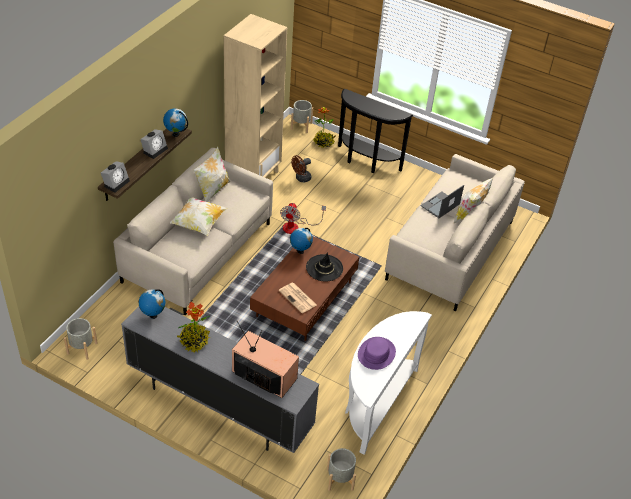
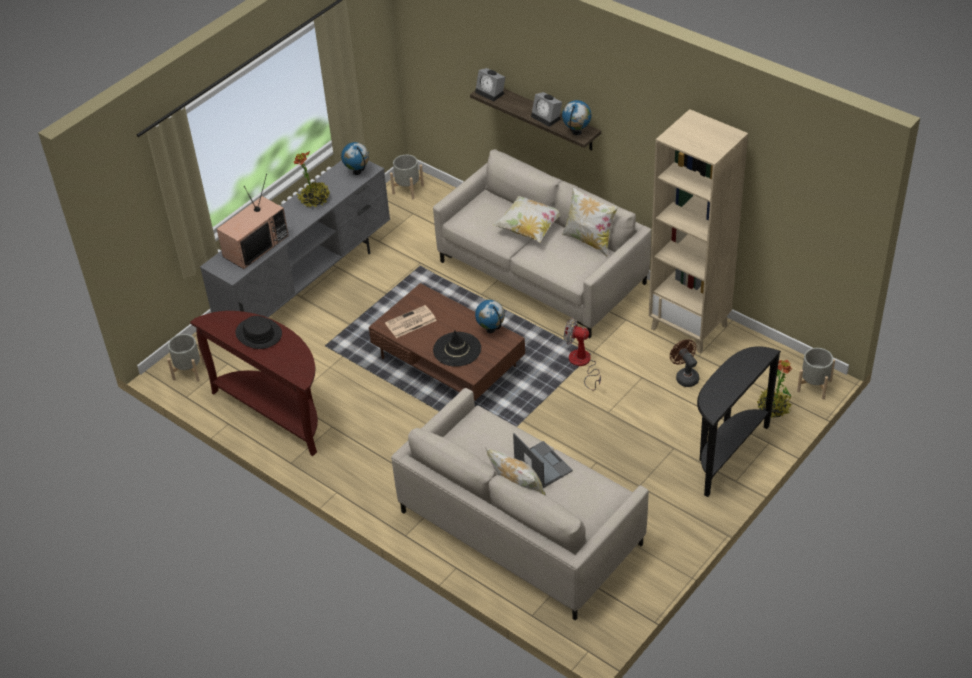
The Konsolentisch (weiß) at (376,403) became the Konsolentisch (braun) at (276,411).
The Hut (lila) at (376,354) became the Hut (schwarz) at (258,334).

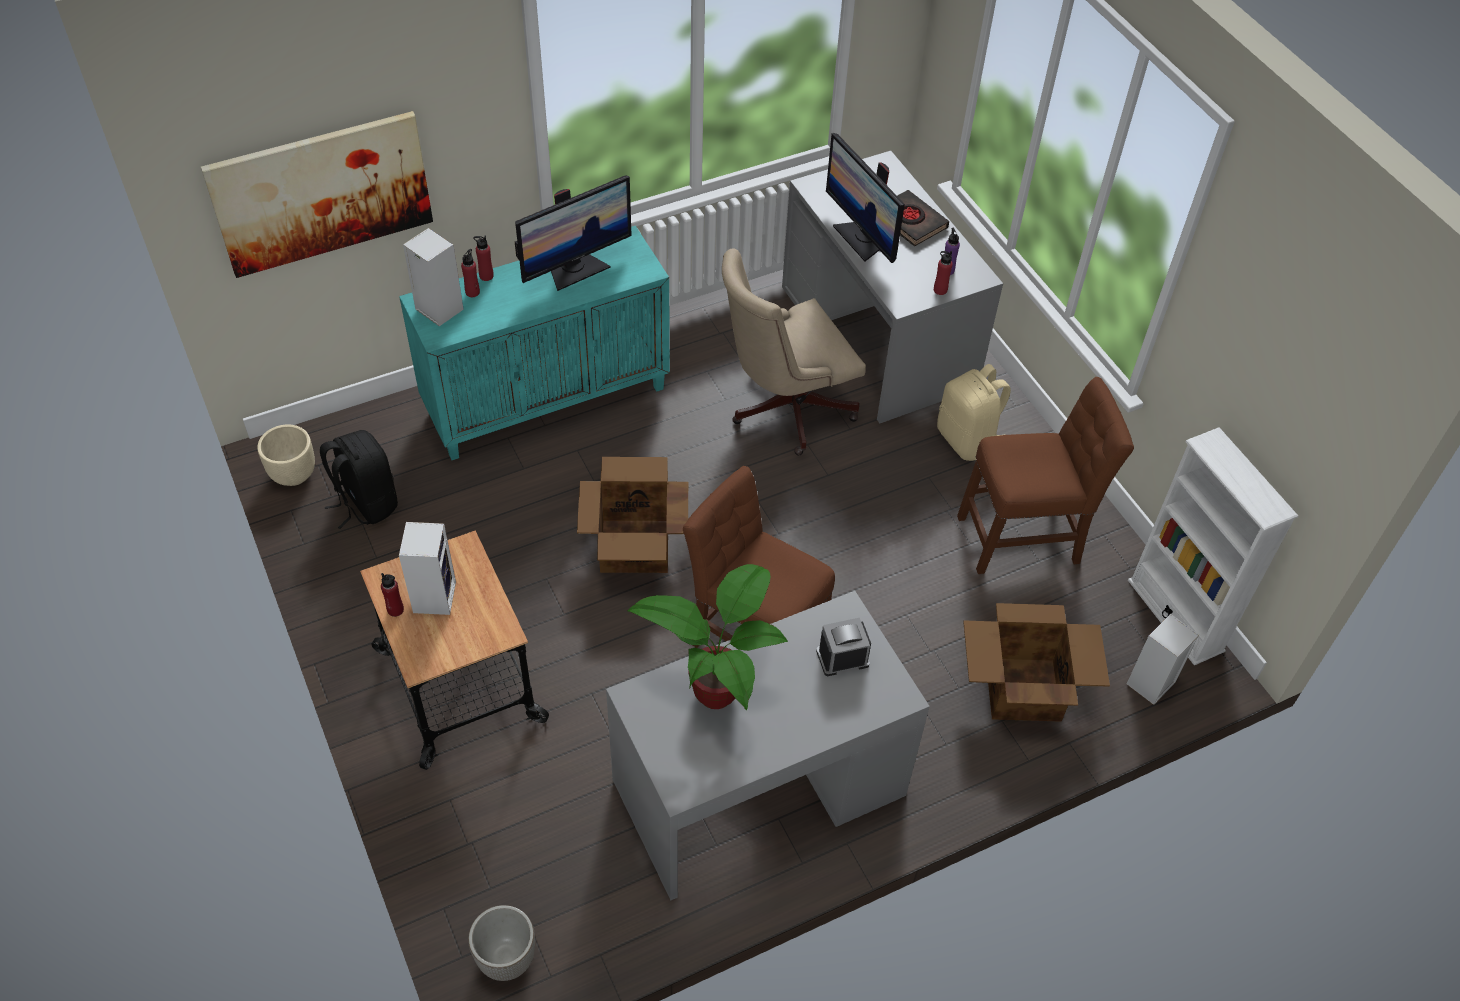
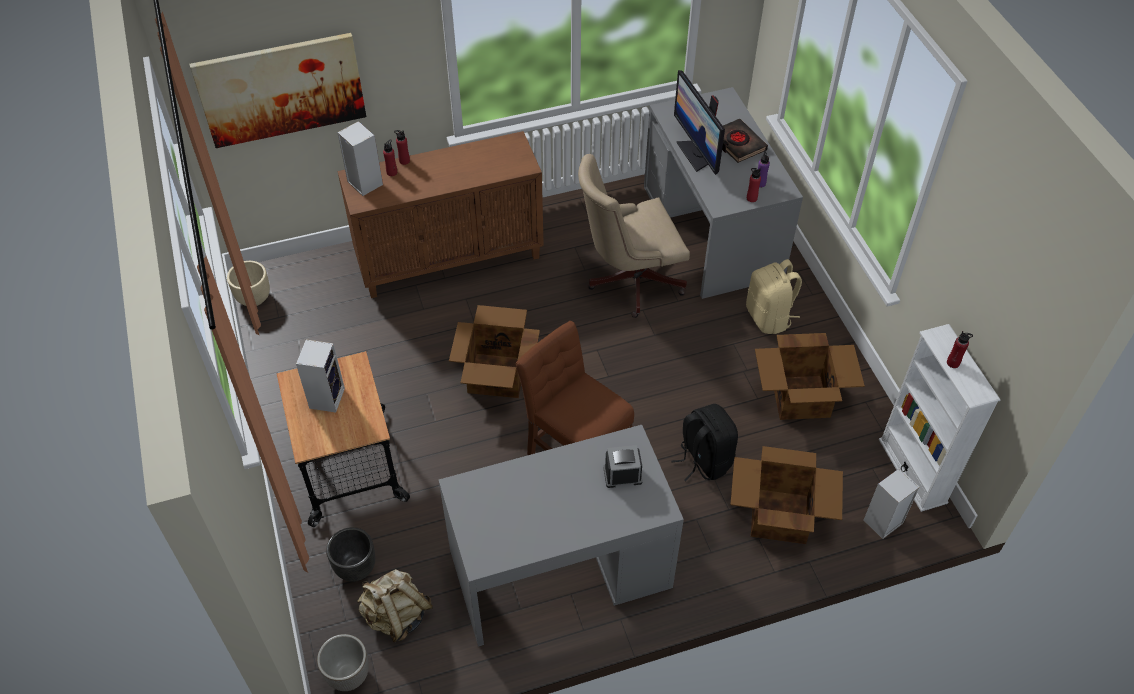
The Pflanzkübel (schwarz) at (355,567) appeared.
The Schrank (türkis) at (548,399) became the Schrank (braun) at (450,258).
The Rucksack (beige) at (396,616) appeared.
The Rucksack (schwarz) moved from (365,503) to (703,460).
The Stuhl (braun) at (1025,537) was replaced by the Karton at (801,397).
The Flasche (rot) moved from (395,610) to (953,363).
The Monitor at (575,270) disappeared.
The Topfpflanze at (717,688) disappeared.

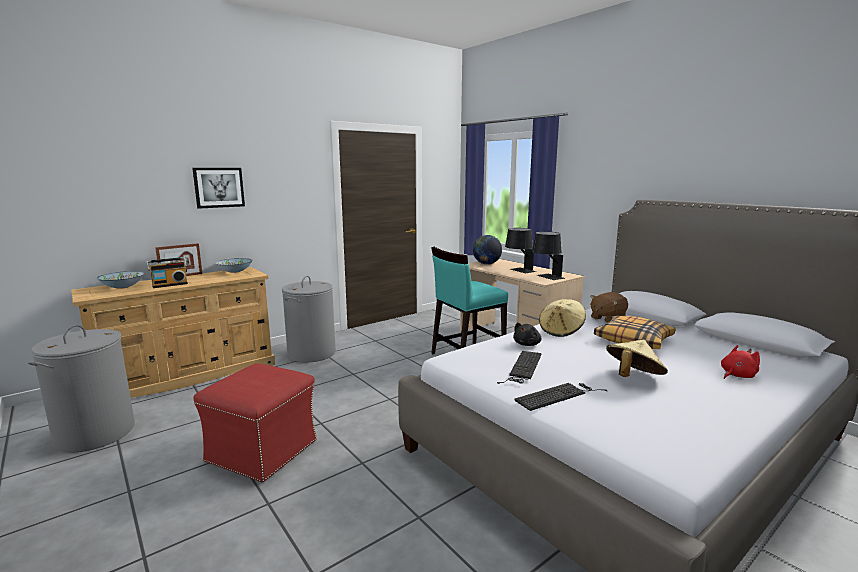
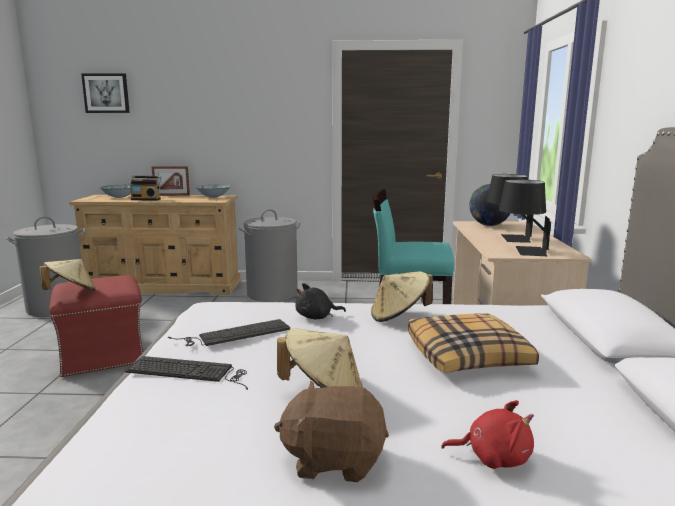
The Hut (beige) at (71,292) appeared.
The Bild moved from (219,187) to (106,93).
The Plüschtier (braun) moved from (607,318) to (334,459).

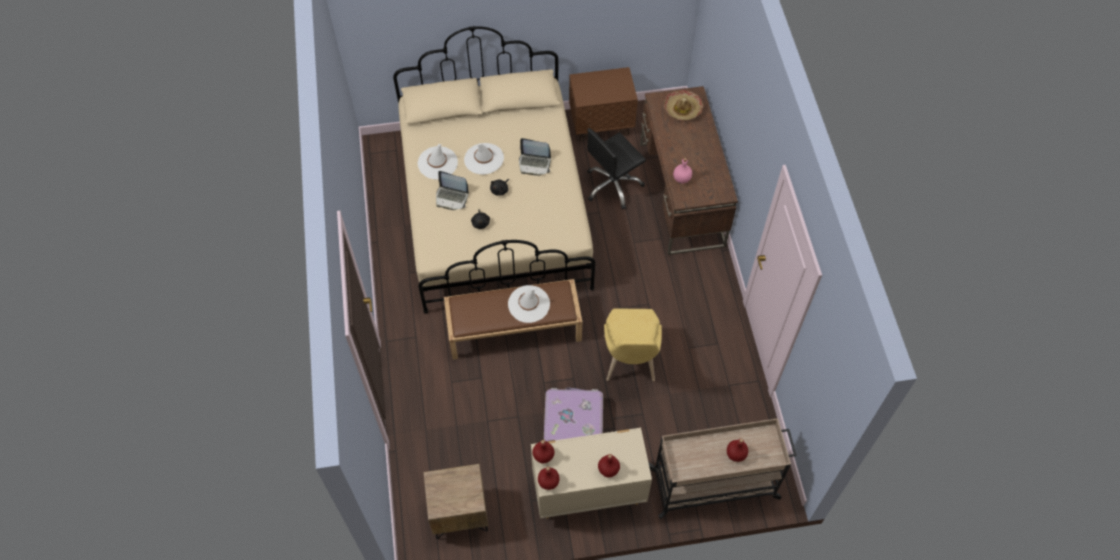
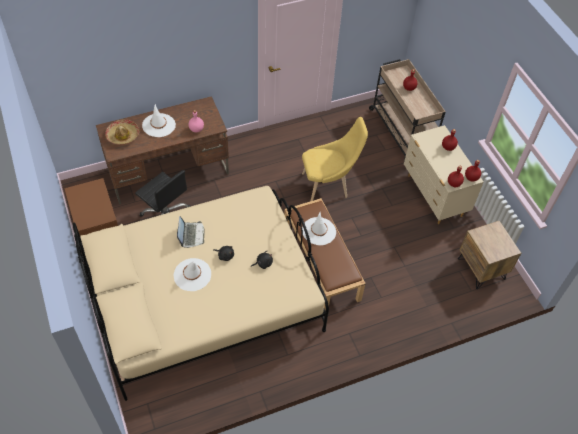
The Hut (weiß) moved from (437,163) to (159,125).
The Laptop at (451,197) disappeared.
The Koffer at (573,423) disappeared.

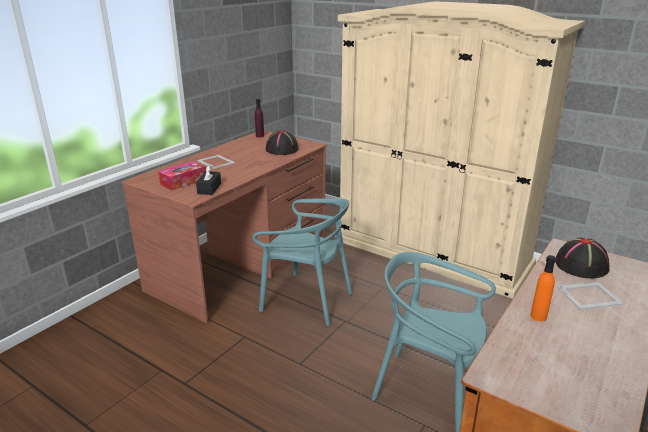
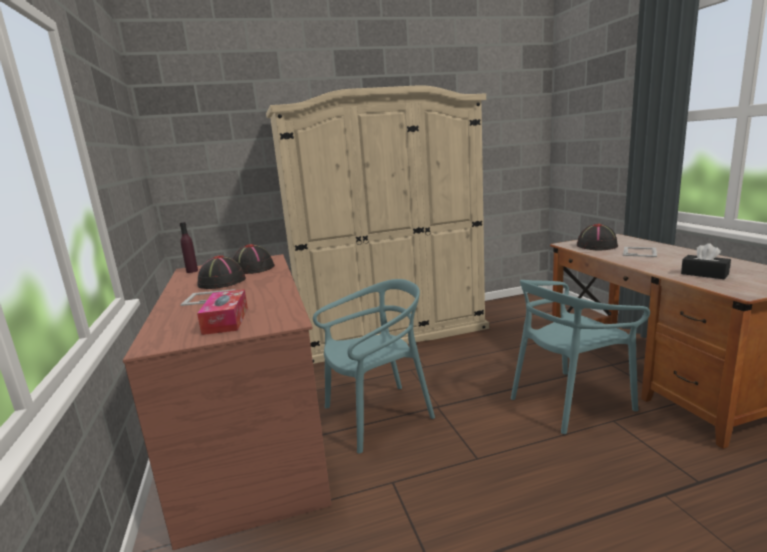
The Hut (schwarz) at (221,282) appeared.
The Taschentuchbox (schwarz) moved from (209,188) to (704,274).
The Flasche (orange) at (538,316) disappeared.

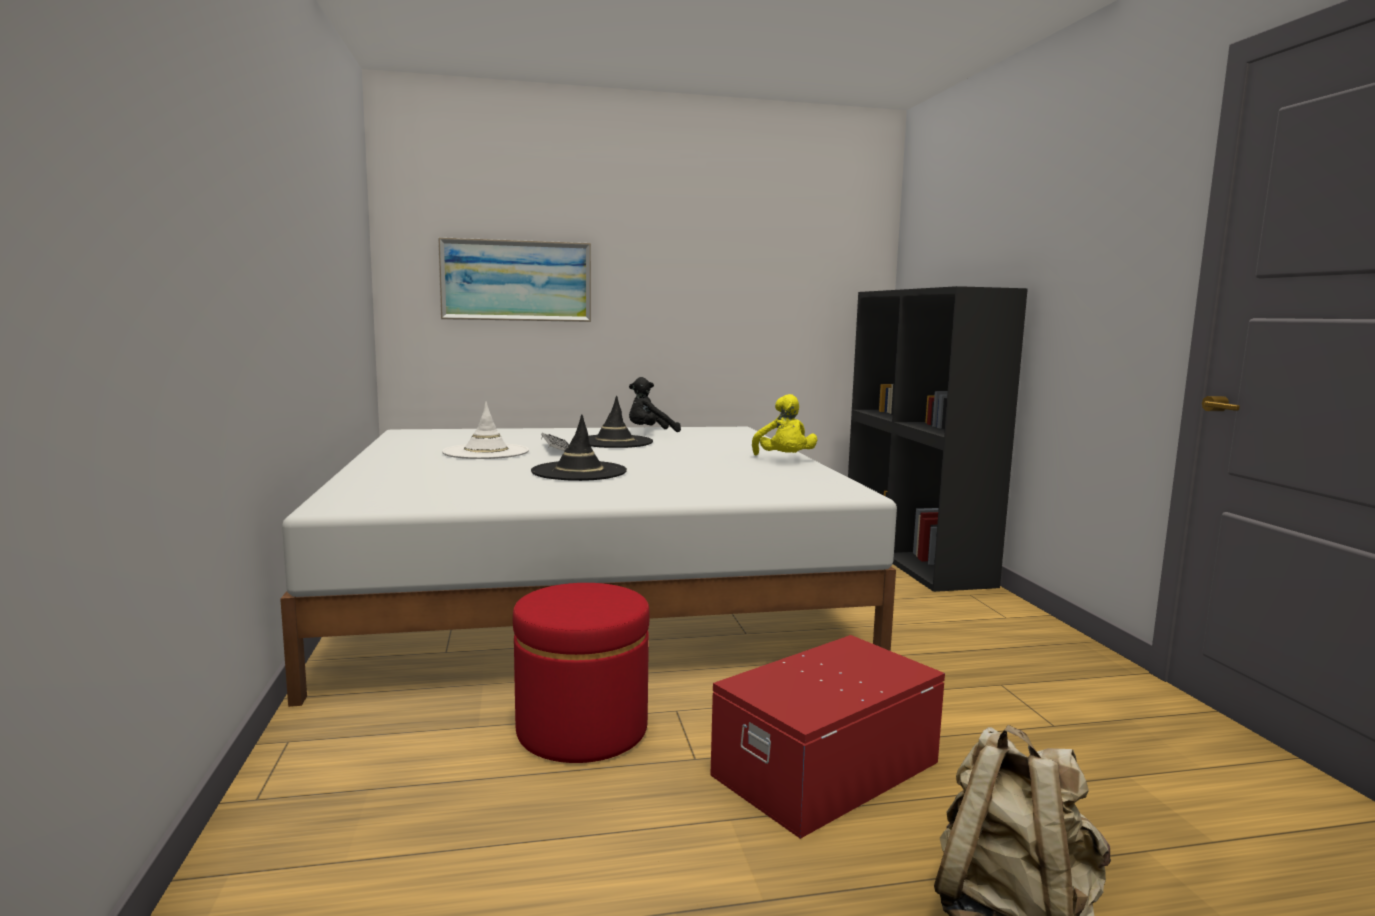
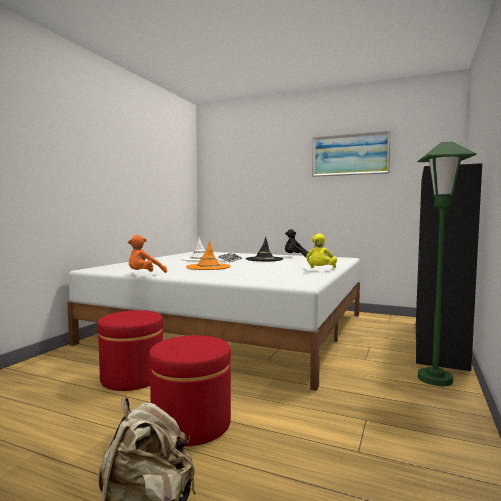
The Plüschtier (orange) at (144,274) appeared.
The Aufbewahrungsbox (rot) at (823,768) was replaced by the Polsterhocker (rot) at (191,424).
The Hut (schwarz) at (579,472) became the Hut (orange) at (208,267).
The Bild moved from (516,280) to (350,154).
The Stehlampe (grün) at (435,379) appeared.

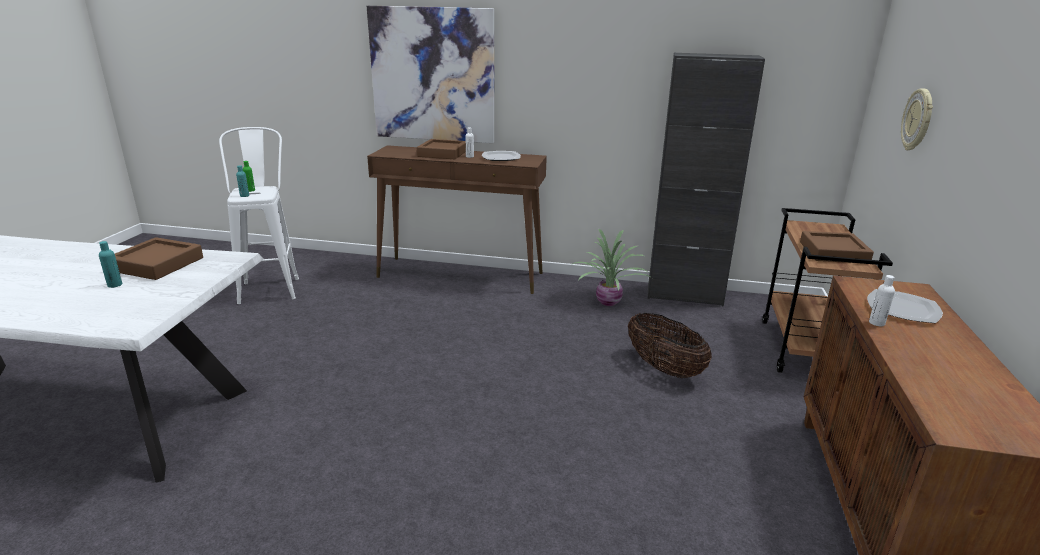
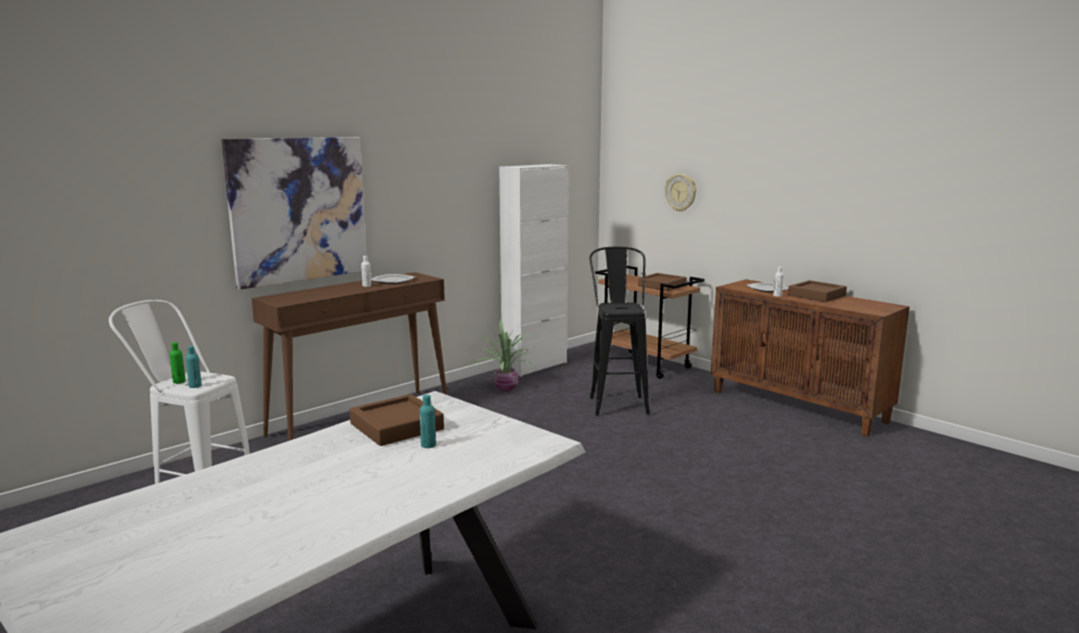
The Schrank (schwarz) at (684,295) became the Schrank (weiß) at (534,366).
The Korb at (664,368) was replaced by the Hocker (schwarz) at (617,402).
The Tablett (braun) moved from (442,153) to (816,295).

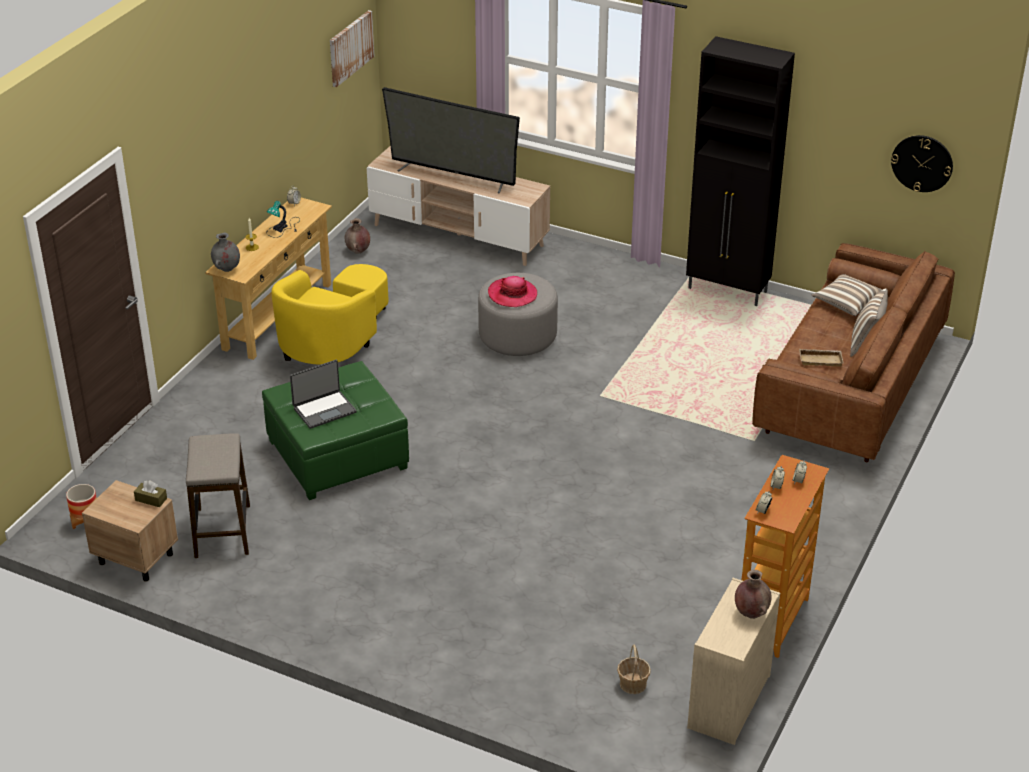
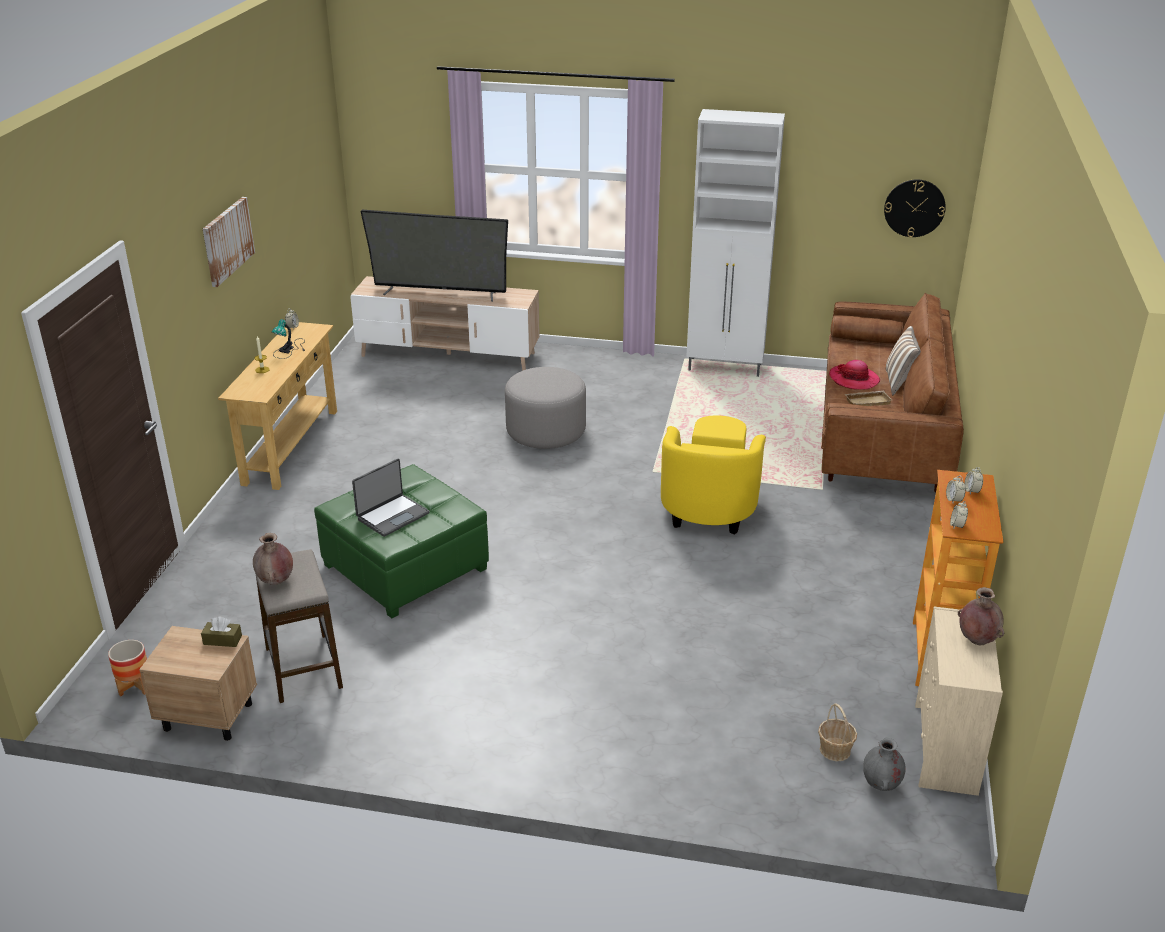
The Bild moved from (350,48) to (227,241).
The Vase (braun) moved from (358,251) to (276,581).
The Sessel (gelb) moved from (333,342) to (710,501).
The Schrank (schwarz) at (728,291) became the Schrank (weiß) at (725,368).
The Hut moved from (512,294) to (854,379).
The Vase (grau) moved from (227,269) to (881,785).
The Kissen at (847,303) disappeared.

